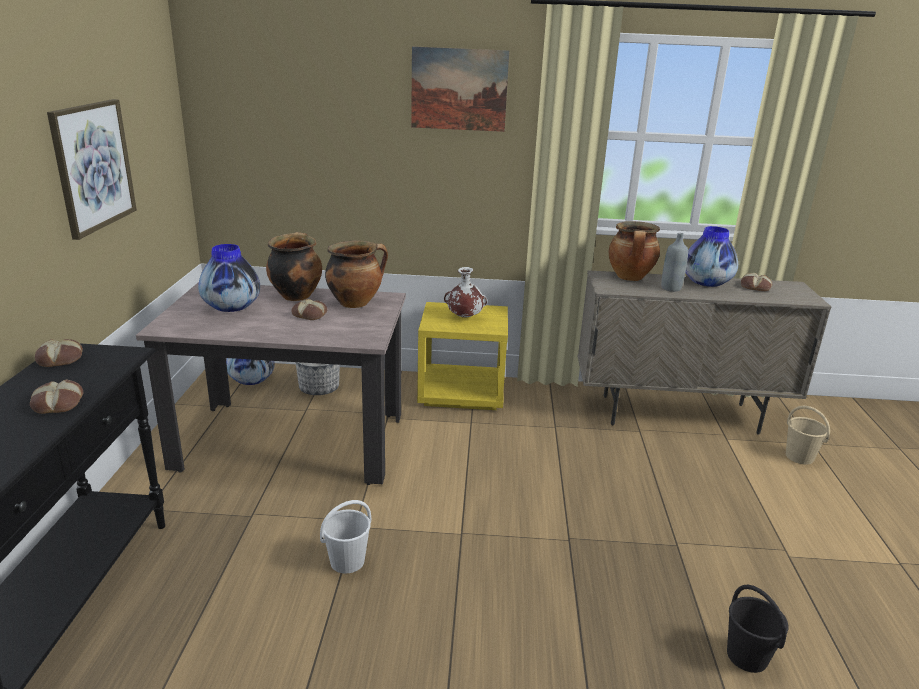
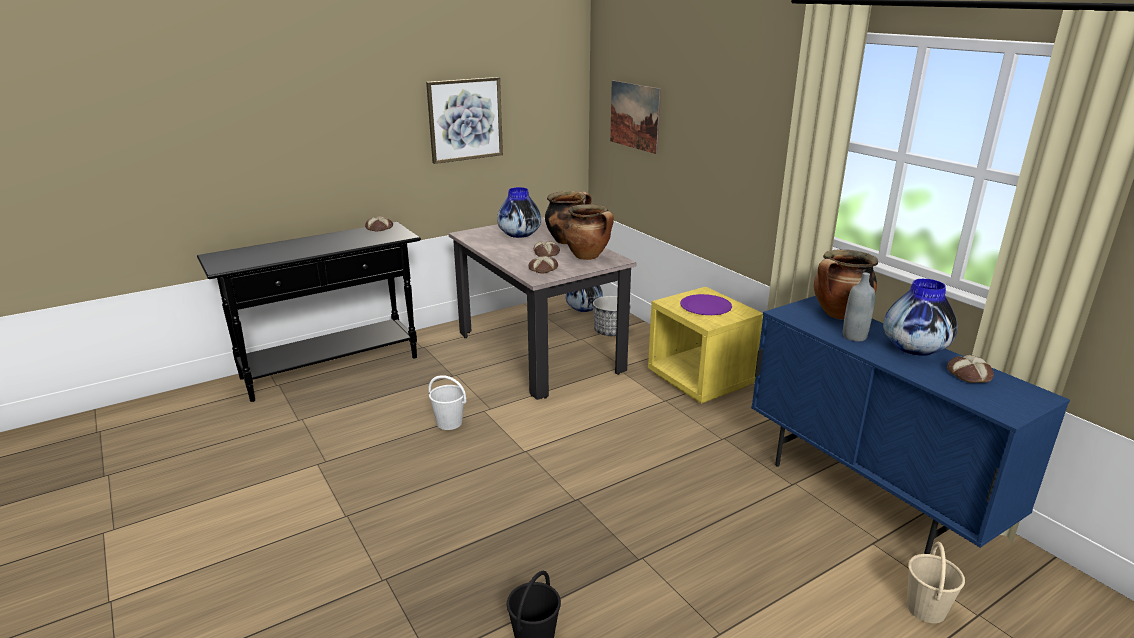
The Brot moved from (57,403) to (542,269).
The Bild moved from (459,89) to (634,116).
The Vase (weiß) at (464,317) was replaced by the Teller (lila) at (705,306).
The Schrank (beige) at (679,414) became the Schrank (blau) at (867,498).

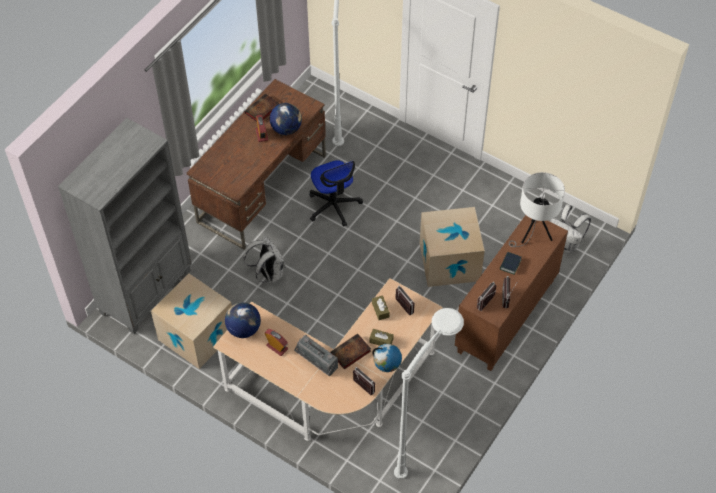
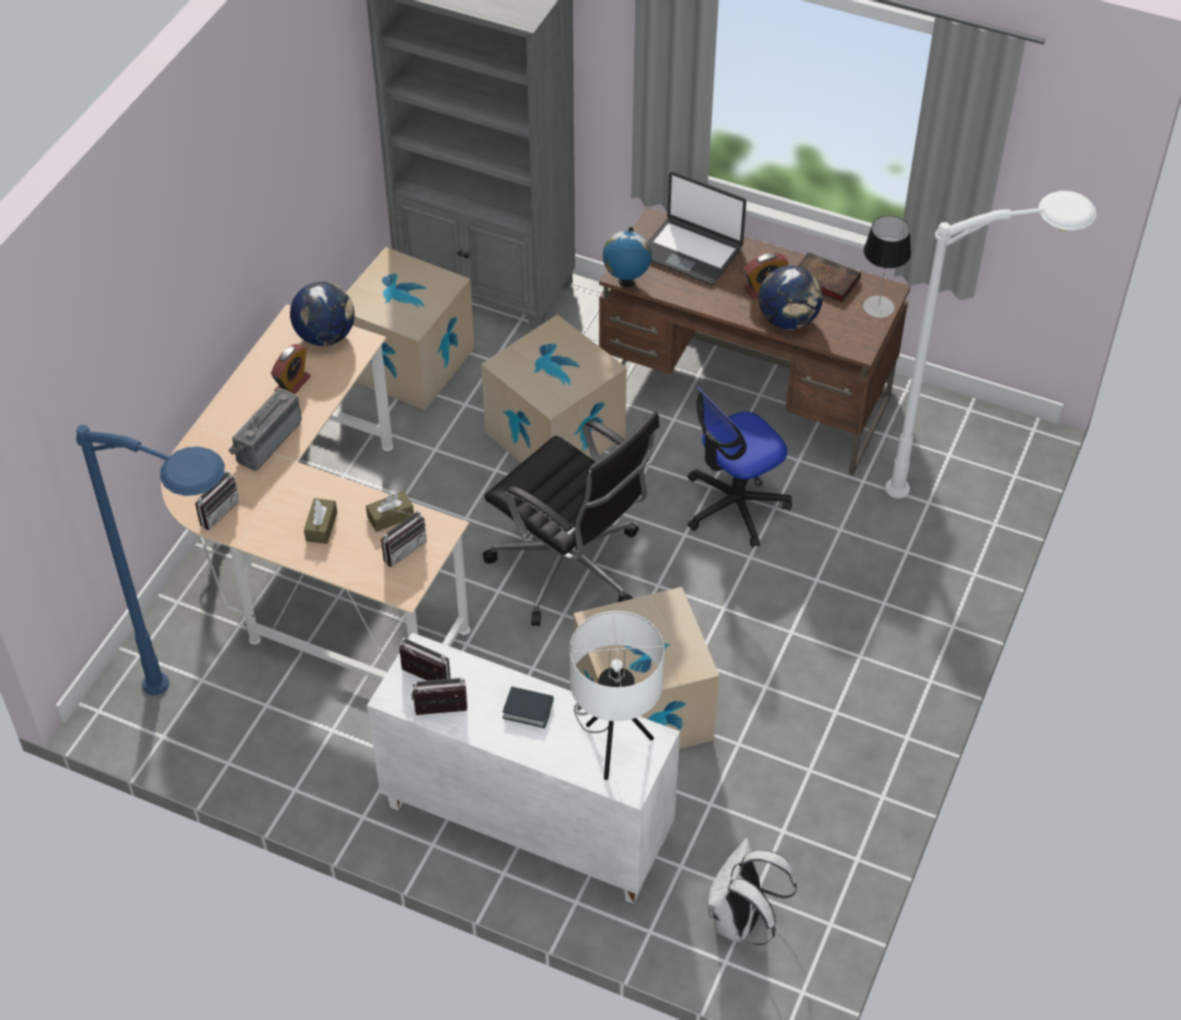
The Stehlampe (weiß) at (426,440) became the Stehlampe (blau) at (224,717).
The Schrank (braun) at (506,317) became the Schrank (weiß) at (525,823).
The Rucksack (weiß) at (268,274) was replaced by the Karton at (555,434).
The Bürostuhl (schwarz) at (571,569) appeared.
The Globus moved from (387,368) to (626,281).
The Laptop at (691,252) appeared.
The Tischlampe at (878,306) appeared.
The Buch at (350,353) disappeared.

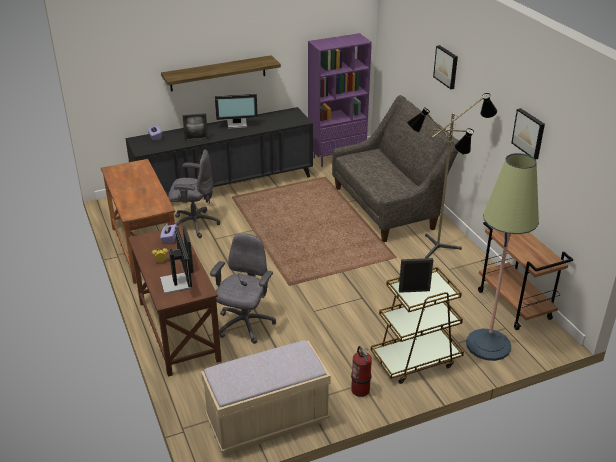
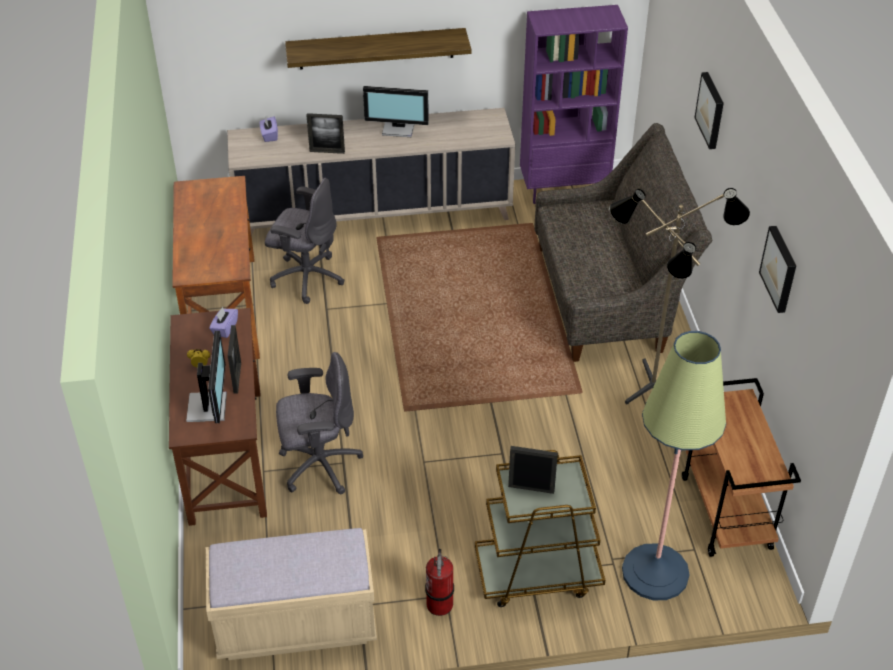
The Schrank (schwarz) at (224,186) became the Schrank (beige) at (374,215).
The Bürostuhl (grau) at (245,325) turned 45 degrees clockwise.

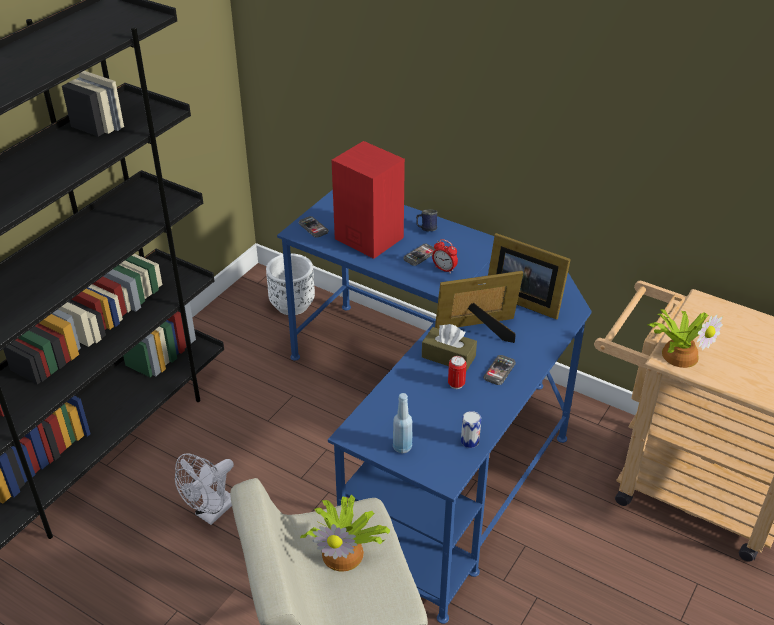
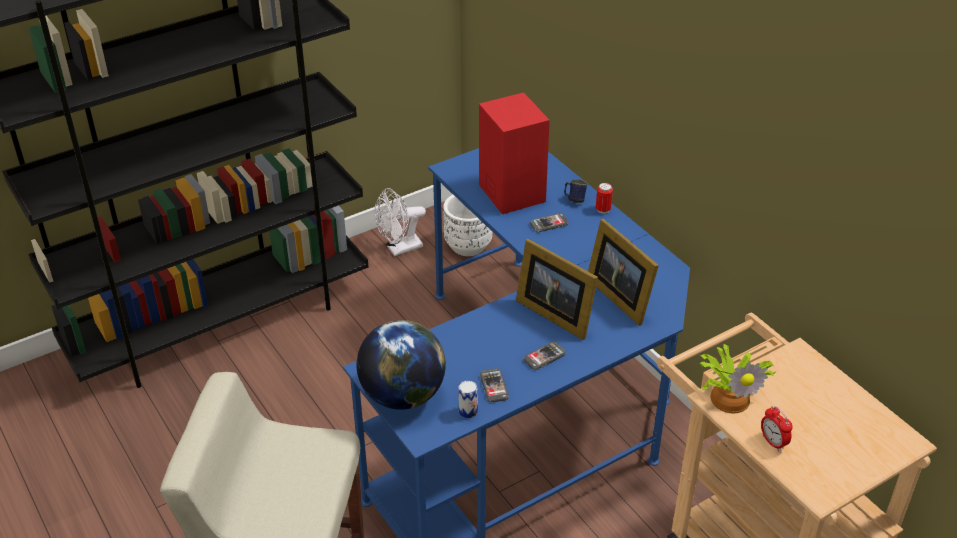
The Flasche (blau) at (402,447) was replaced by the Globus at (403,395).
The Ventilator (weiß) moved from (212,513) to (399,249).
The Handy moved from (313,228) to (494,386).
The Bilderrahmen at (480,330) turned 150 degrees counterclockwise.
The Dose moved from (456,384) to (603,210).
The Wecker moved from (444,269) to (773,442).
The Topfpflanze at (345,551) disappeared.
The Taschentuchbox (braun) at (448,357) disappeared.

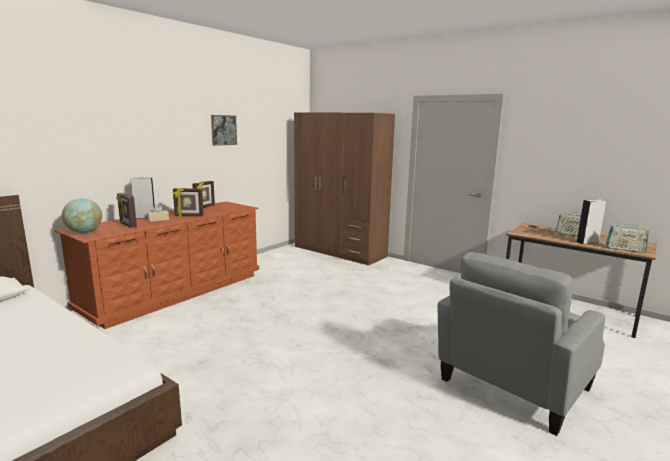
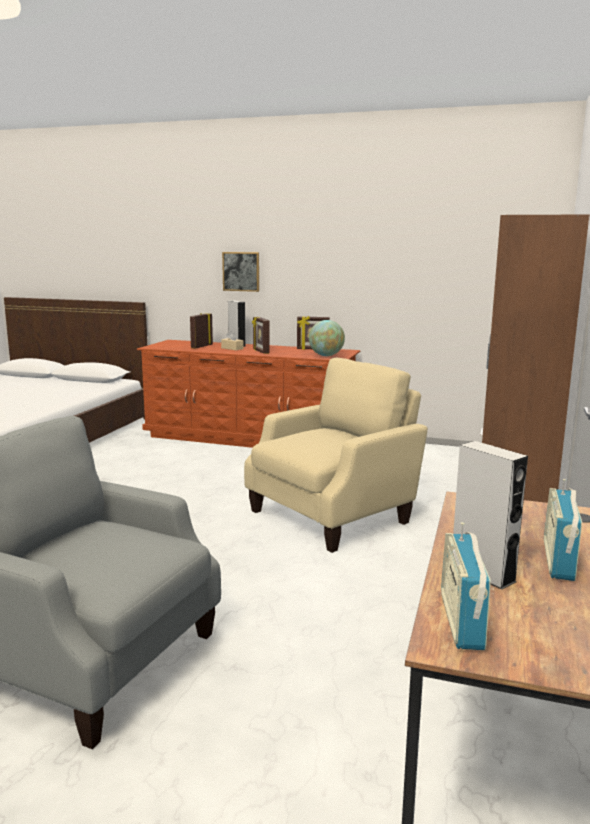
The Bild moved from (223,130) to (241,271).
The Sessel (beige) at (332,515) appeared.
The Globus moved from (84,232) to (326,355).

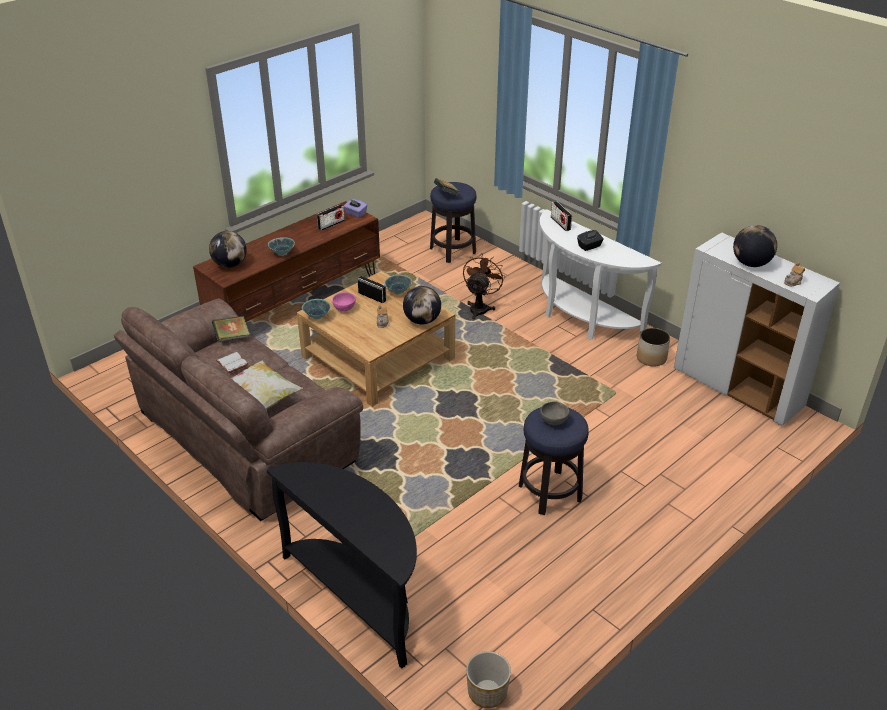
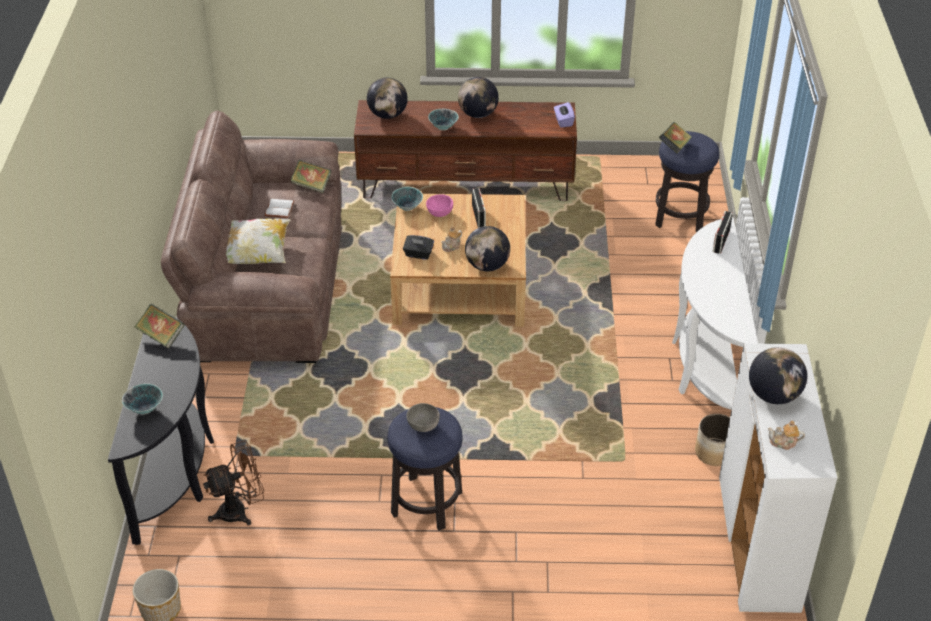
The Schüssel moved from (398,291) to (145,409).
The Buch at (161,336) appeared.
The Ventilator (braun) moved from (480,308) to (240,510).
The Taschentuchbox (schwarz) moved from (589,246) to (418,254).
The Globus at (478,114) appeared.
The Radio at (331,224) disappeared.

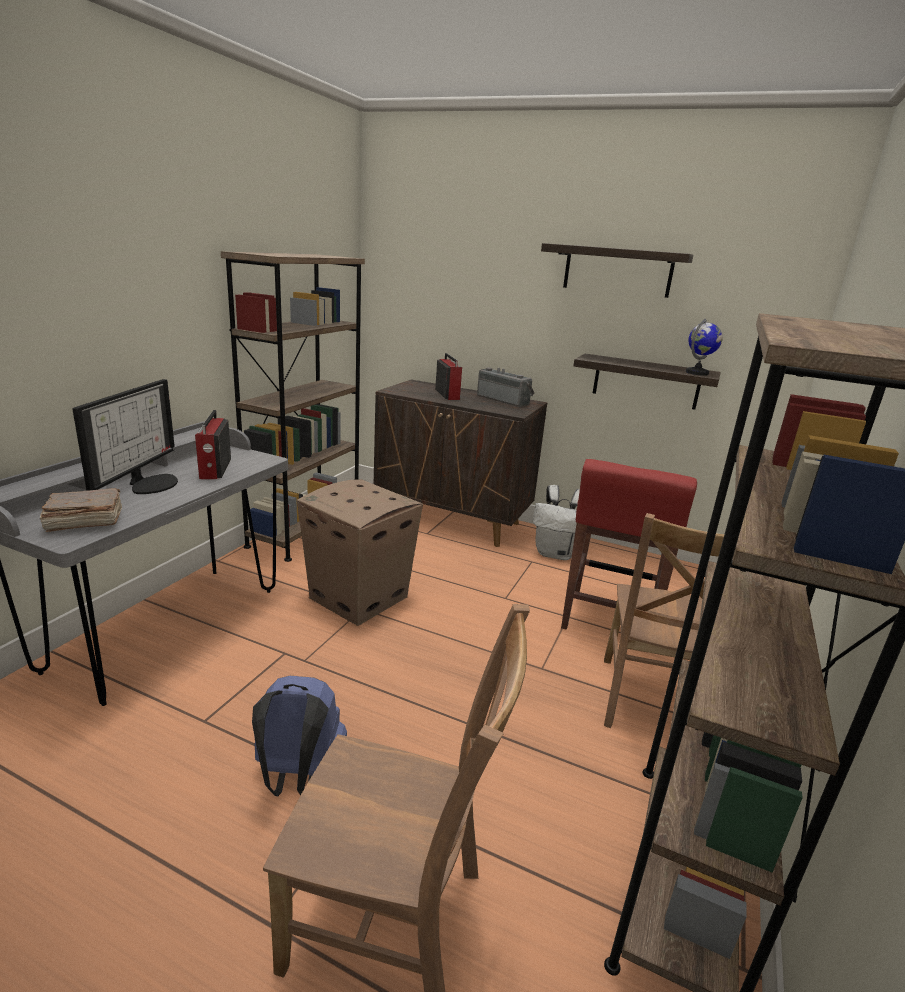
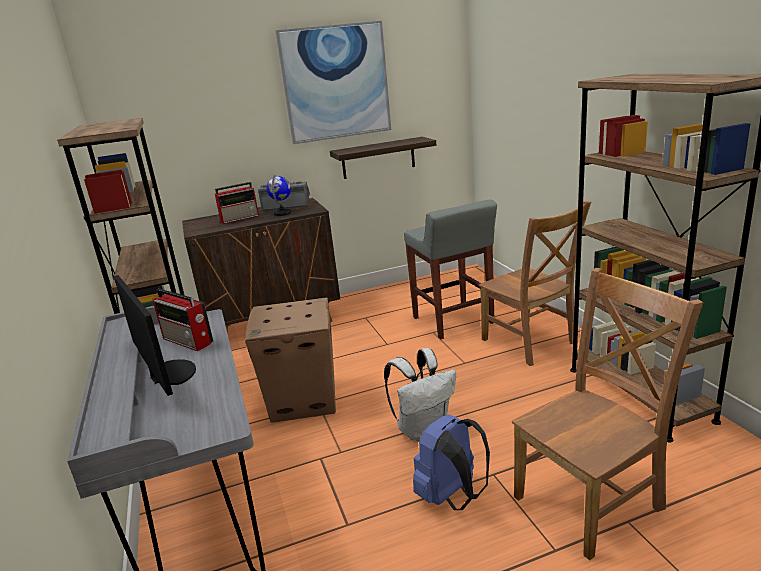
The Radio at (447,394) turned 120 degrees clockwise.
The Globus moved from (697,373) to (282,213).
The Wandregal at (617,271) was replaced by the Bild at (336,82).
The Rucksack (weiß) moved from (556,553) to (423,429).
The Hocker (rot) at (609,620) became the Hocker (grau) at (453,321).
The Buch (braun) at (84,521) disappeared.

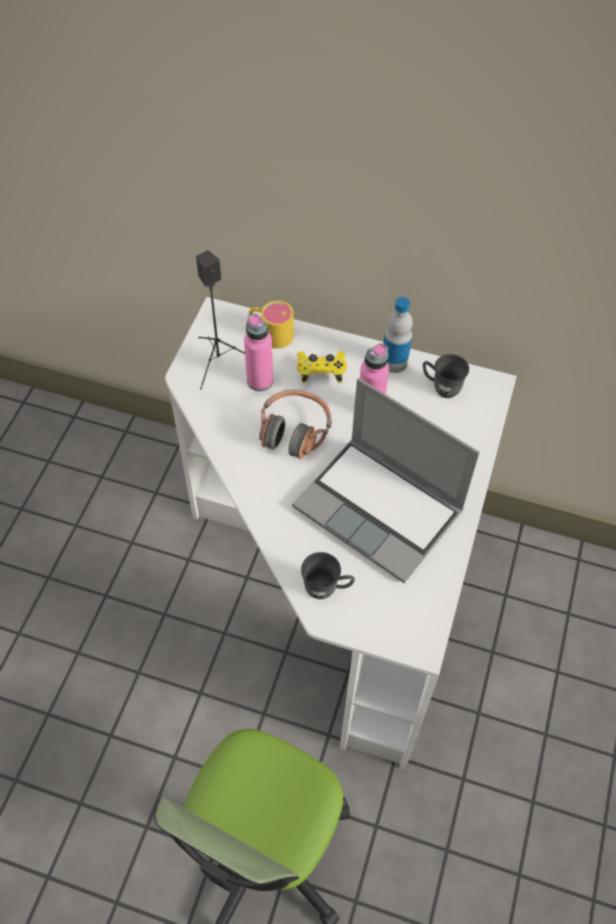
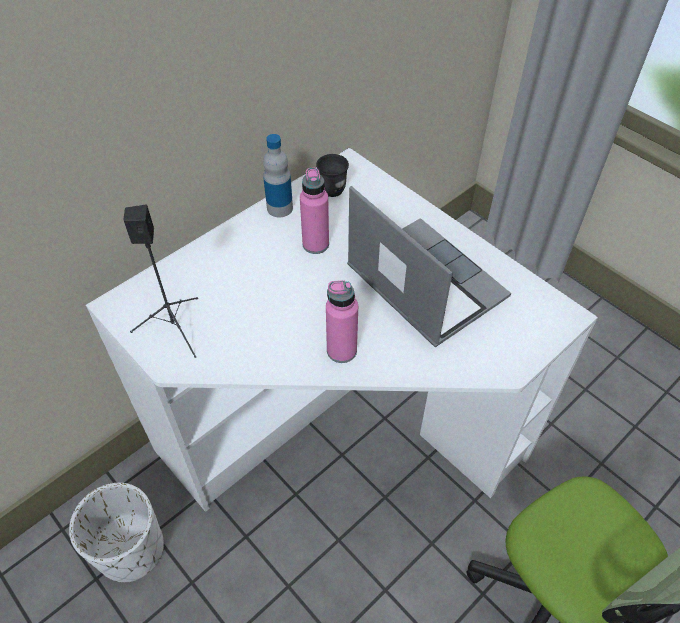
The Pflanzkübel (weiß) at (131,549) appeared.
The Flasche (rosa) moved from (260,381) to (341,350).
The Laptop at (381,509) turned 105 degrees counterclockwise.
The Henkelbecher (gelb) at (270,333) disappeared.
The Kopfhörer at (294,431) disappeared.
The Gamepad (gelb) at (321,372) disappeared.
The Henkelbecher (grau) at (327,589) disappeared.

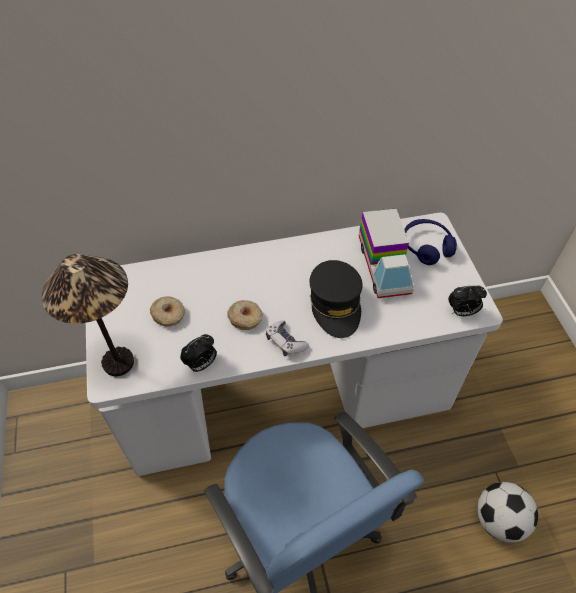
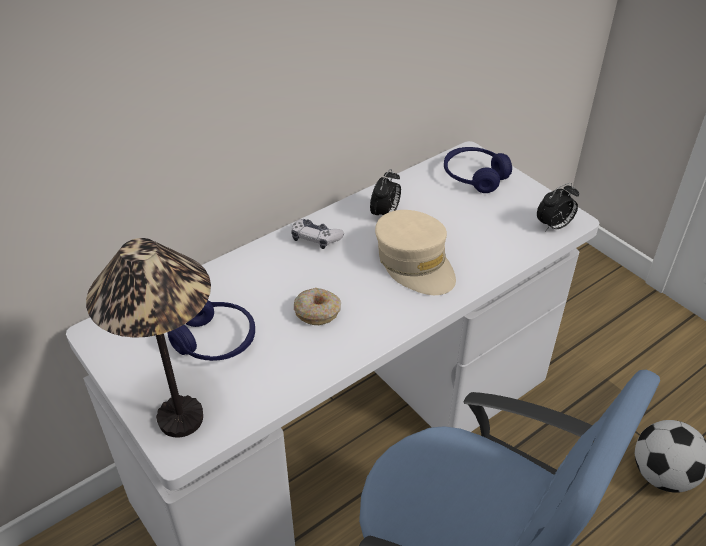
The Donut at (169,315) was replaced by the Kopfhörer (blau) at (215,341).
The Gamepad moved from (285,342) to (315,238).
The Wecker moved from (201,364) to (385,214).
The Kappe (schwarz) at (335,305) became the Kappe (beige) at (415,263).
The Spielzeuglaster at (383,266) disappeared.

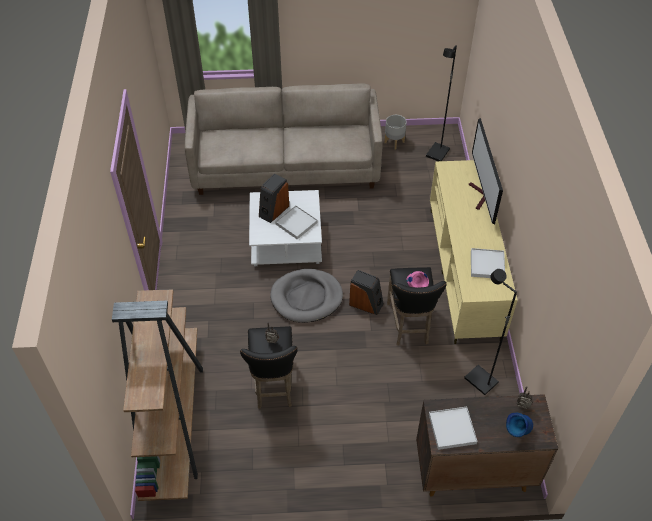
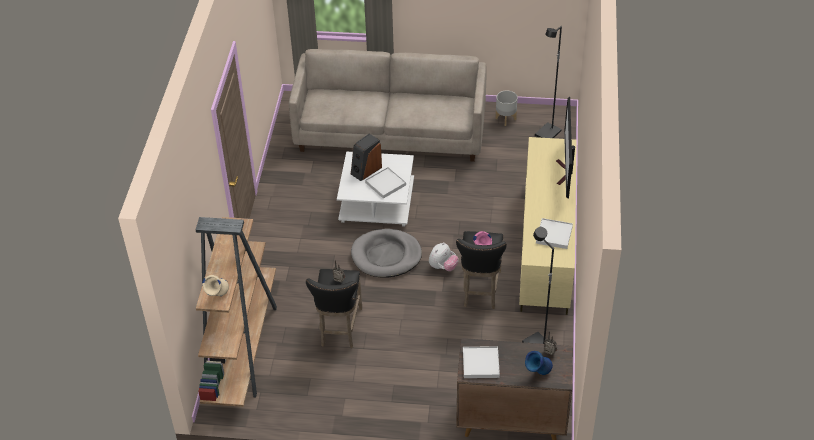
The Vase (beige) at (218,297) appeared.
The Lautsprecher at (366,303) was replaced by the Plüschtier at (443,267).

